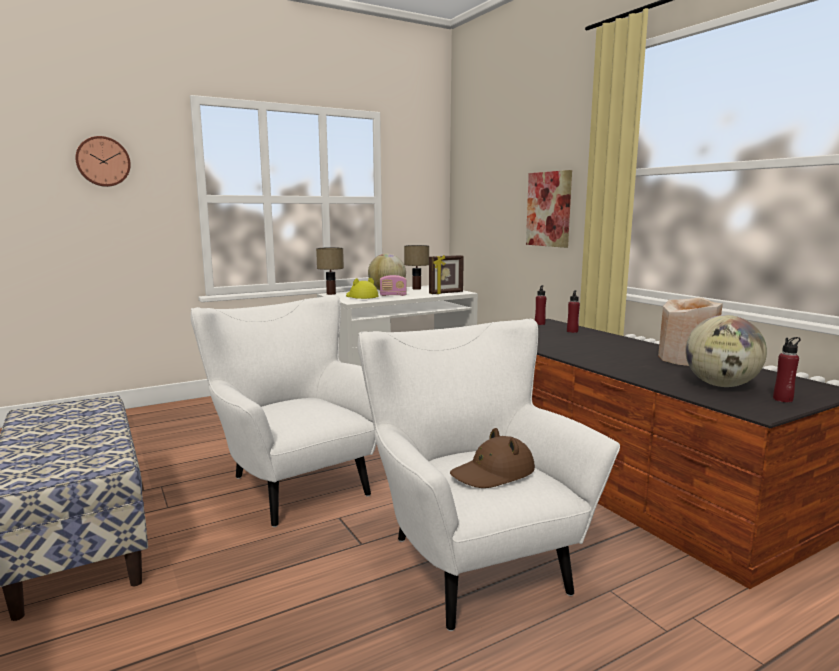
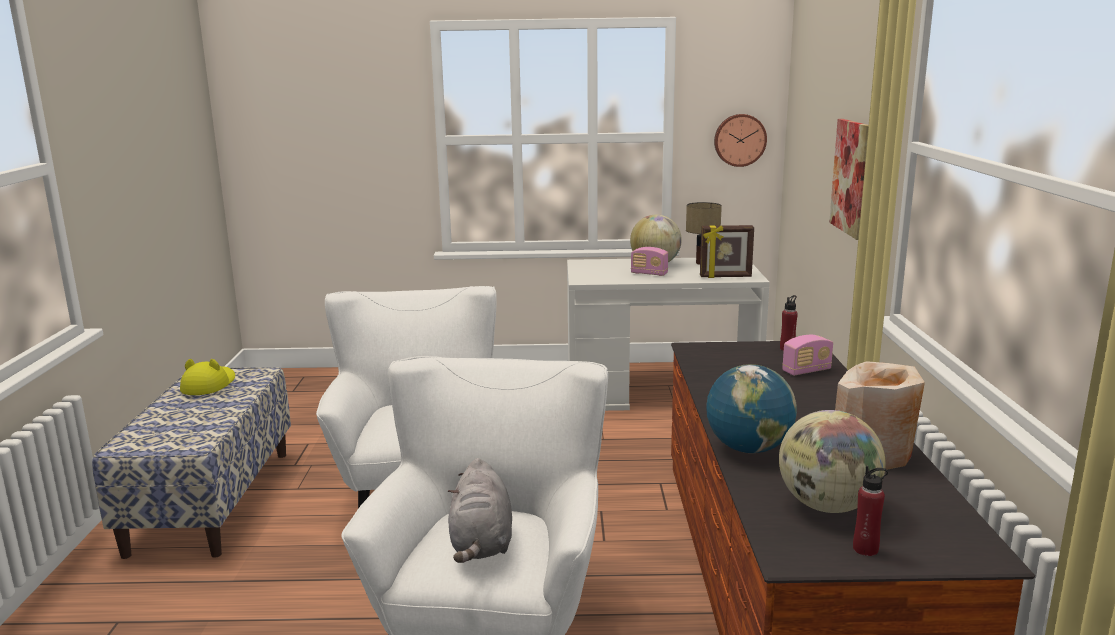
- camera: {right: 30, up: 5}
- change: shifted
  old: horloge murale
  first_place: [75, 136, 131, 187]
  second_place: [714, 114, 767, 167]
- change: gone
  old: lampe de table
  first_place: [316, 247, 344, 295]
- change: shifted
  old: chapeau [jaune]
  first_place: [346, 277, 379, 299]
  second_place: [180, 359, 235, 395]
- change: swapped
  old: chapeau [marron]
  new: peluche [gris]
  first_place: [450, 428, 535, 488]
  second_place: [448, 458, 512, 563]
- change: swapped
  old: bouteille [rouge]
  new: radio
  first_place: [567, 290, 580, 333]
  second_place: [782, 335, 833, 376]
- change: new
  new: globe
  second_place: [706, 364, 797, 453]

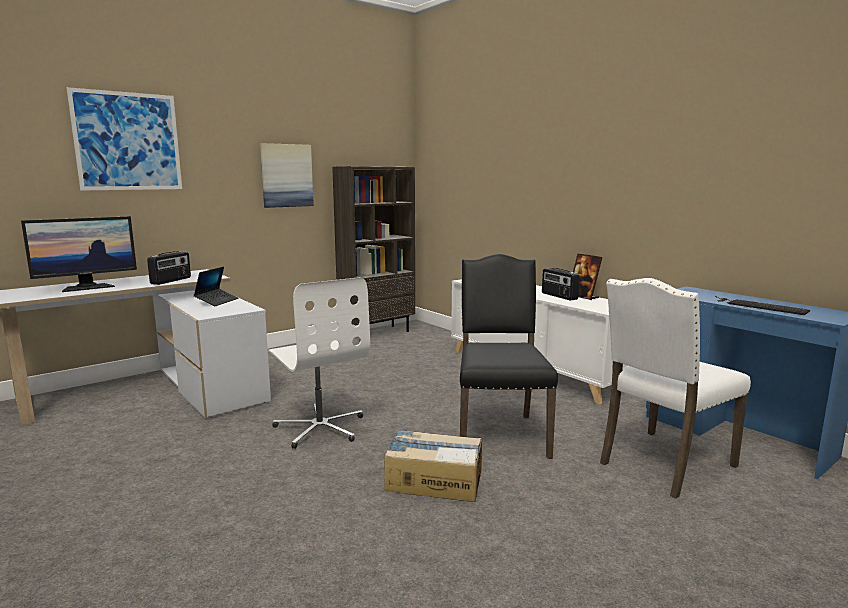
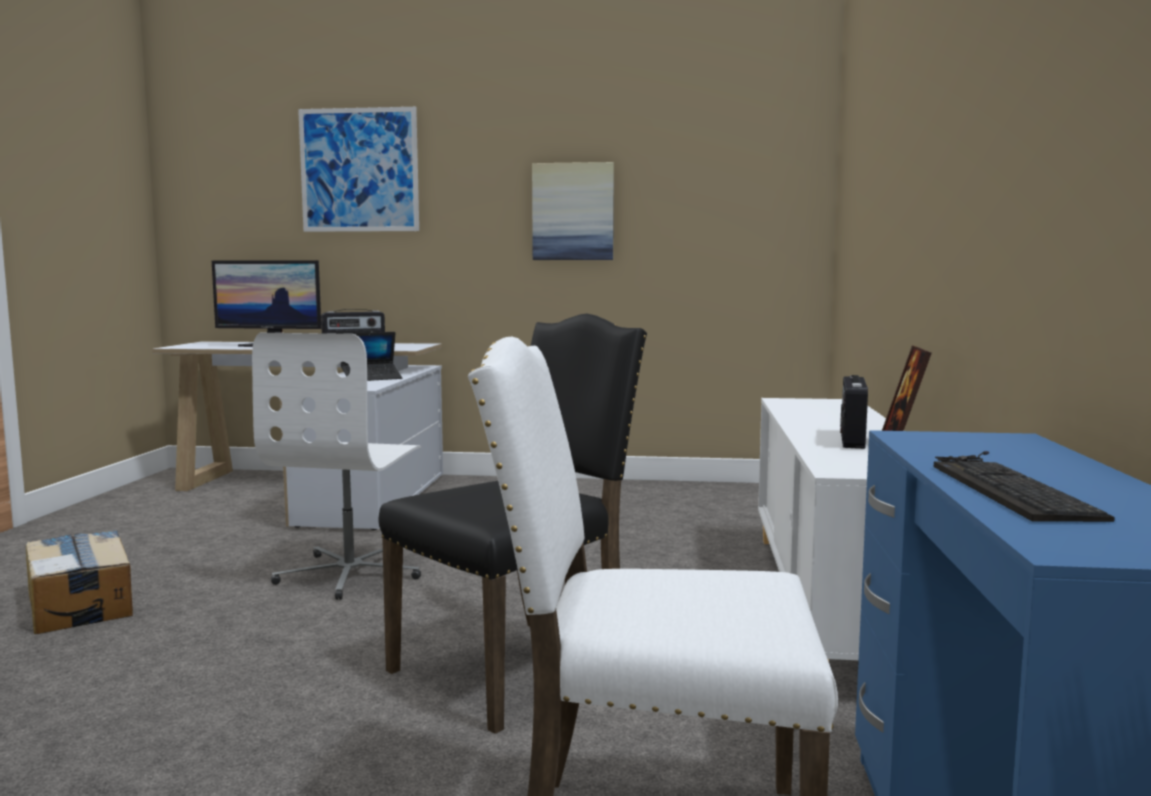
- camera: {right: 45, up: -5}
- change: gone
  old: bibliothèque [marron]
  first_place: [332, 166, 415, 332]
- change: shifted
  old: carton
  first_place: [384, 429, 482, 502]
  second_place: [26, 530, 133, 634]

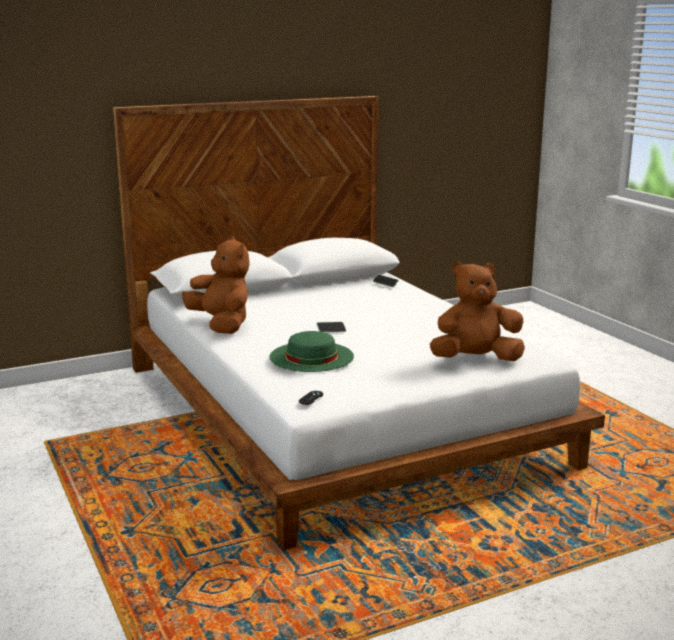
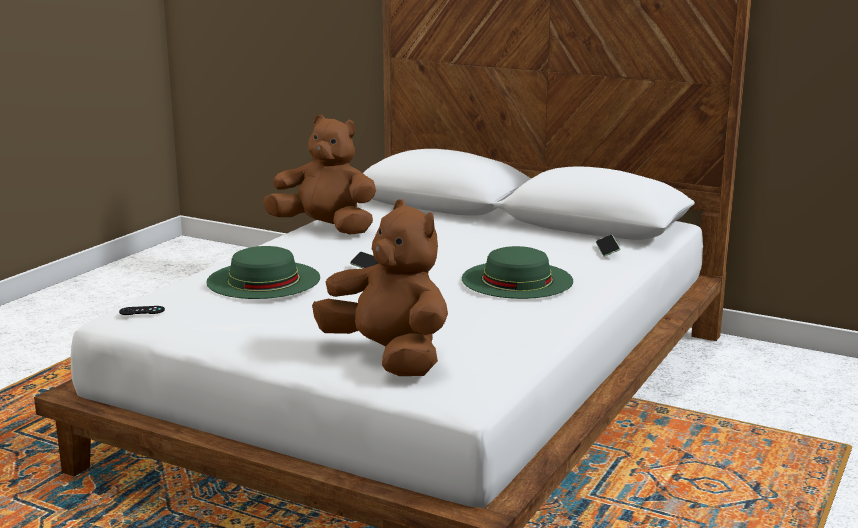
- camera: {right: 55, up: 0}
- change: rotated
  old: peluche [marron]
  first_place: [182, 236, 250, 334]
  second_place: [263, 115, 376, 234]
  degrees: -90
- change: new
  new: chapeau [vert]
  second_place: [462, 246, 573, 299]

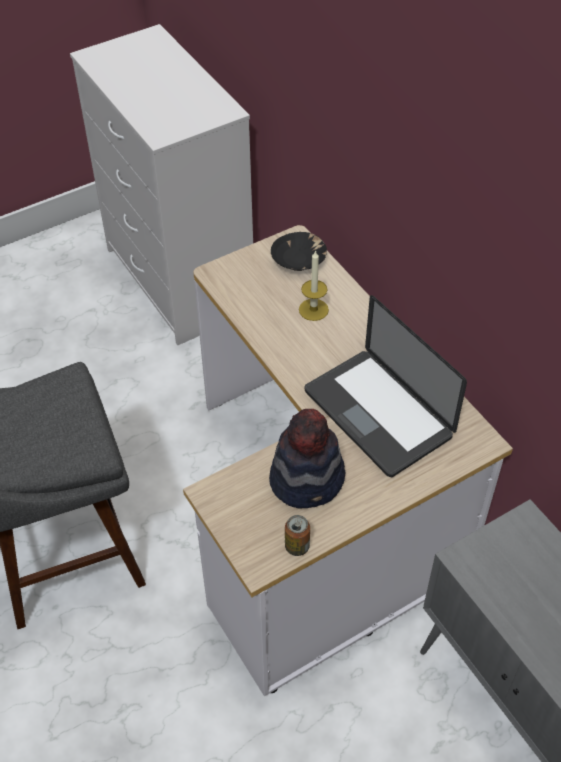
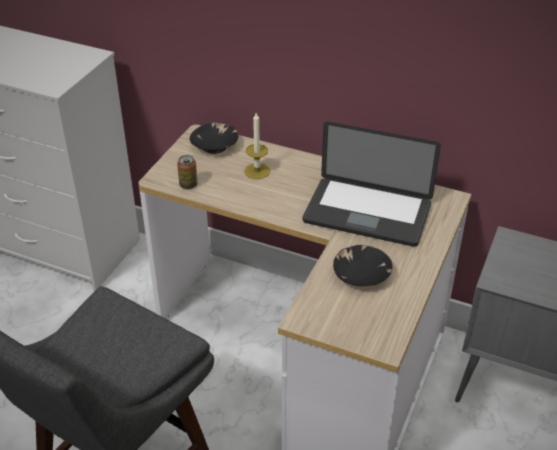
- camera: {right: -35, up: -10}
- change: swapped
  old: chapeau
  new: bol [noir]
  first_place: [269, 409, 345, 508]
  second_place: [333, 245, 393, 286]
- change: shifted
  old: boîte métallique
  first_place: [285, 515, 310, 556]
  second_place: [177, 155, 198, 189]

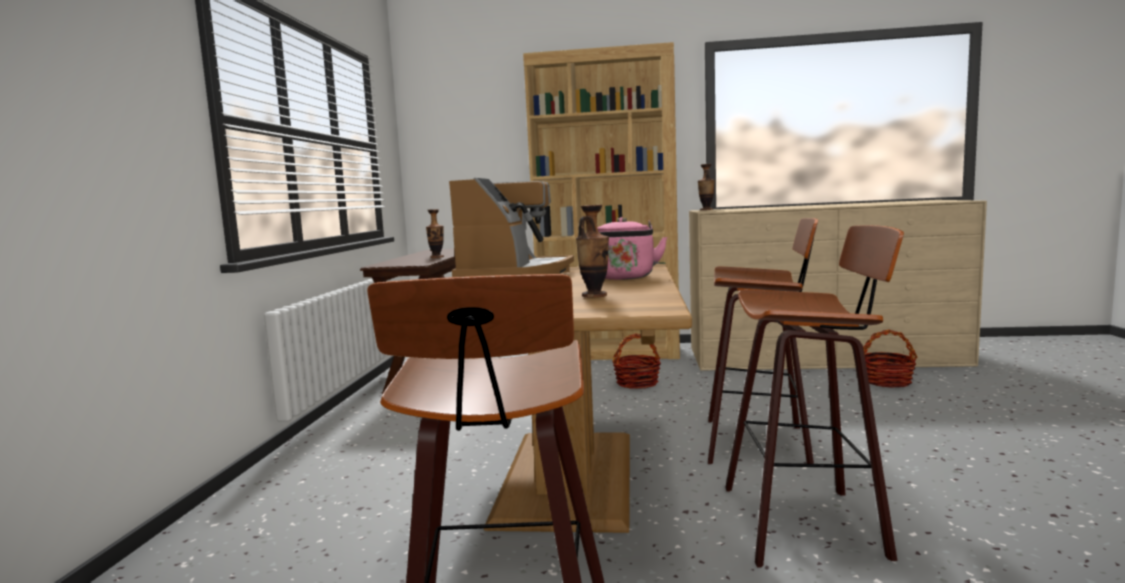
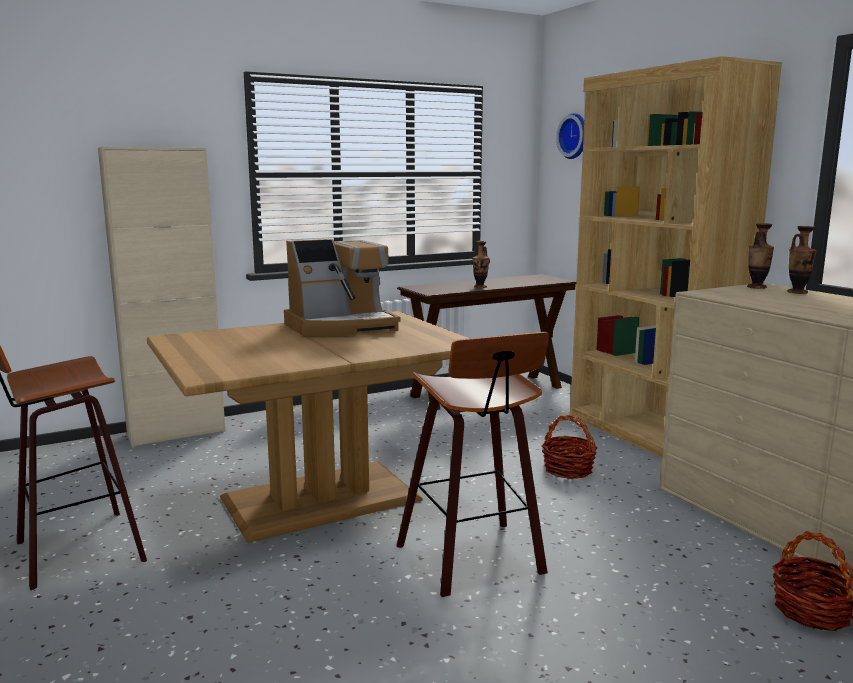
- camera: {right: 55, up: 5}
- change: shifted
  old: vase
  first_place: [576, 205, 609, 298]
  second_place: [787, 226, 817, 294]
- change: gone
  old: bouilloire [rose]
  first_place: [597, 217, 667, 280]
- change: gone
  old: tabouret
  first_place: [725, 225, 904, 568]
- change: new
  new: meuble de rangement [beige]
  second_place: [98, 147, 226, 447]
- change: new
  new: horloge murale
  second_place: [556, 113, 584, 159]

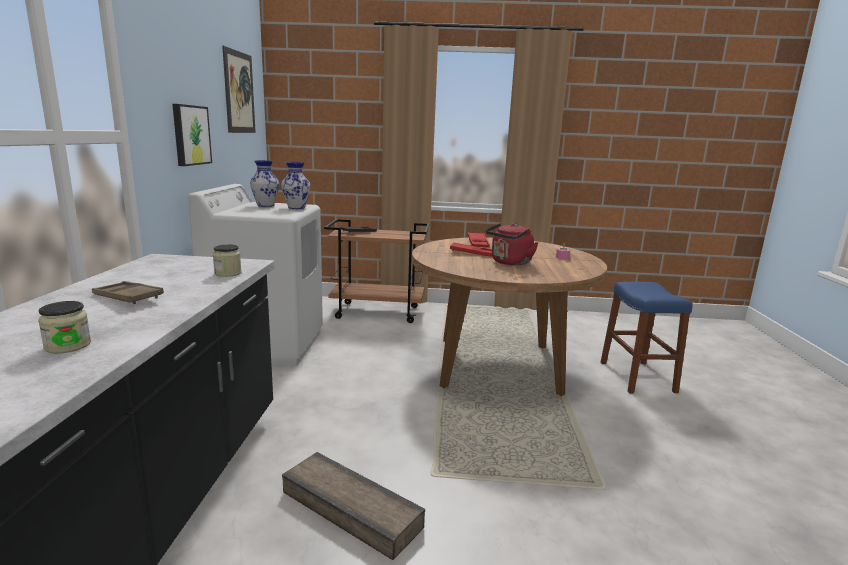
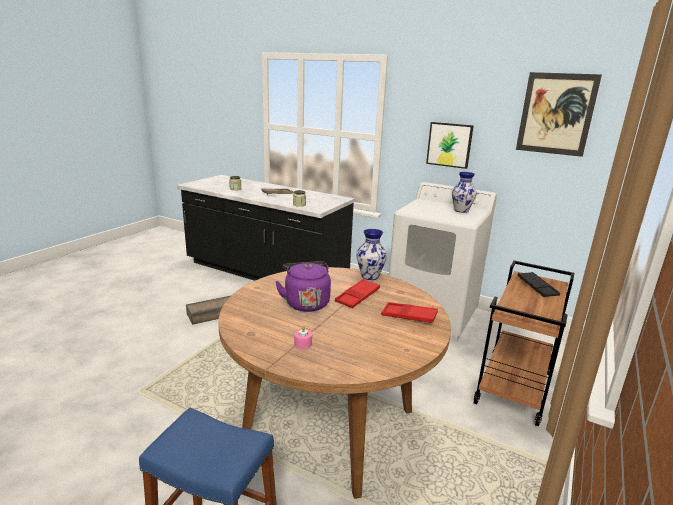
- camera: {right: 115, up: 5}
- change: shifted
  old: vase
  first_place: [281, 162, 310, 209]
  second_place: [356, 229, 387, 280]
- change: repainted
  old: bouilloire [rouge]
  new: bouilloire [violet]
  first_place: [485, 223, 538, 266]
  second_place: [275, 261, 331, 312]

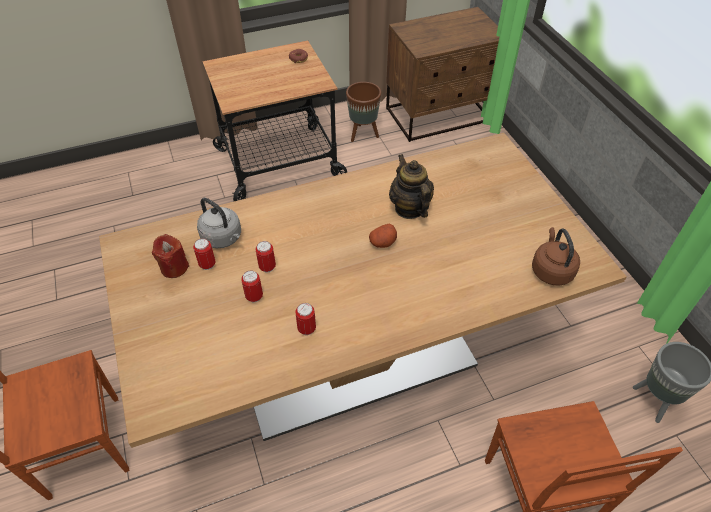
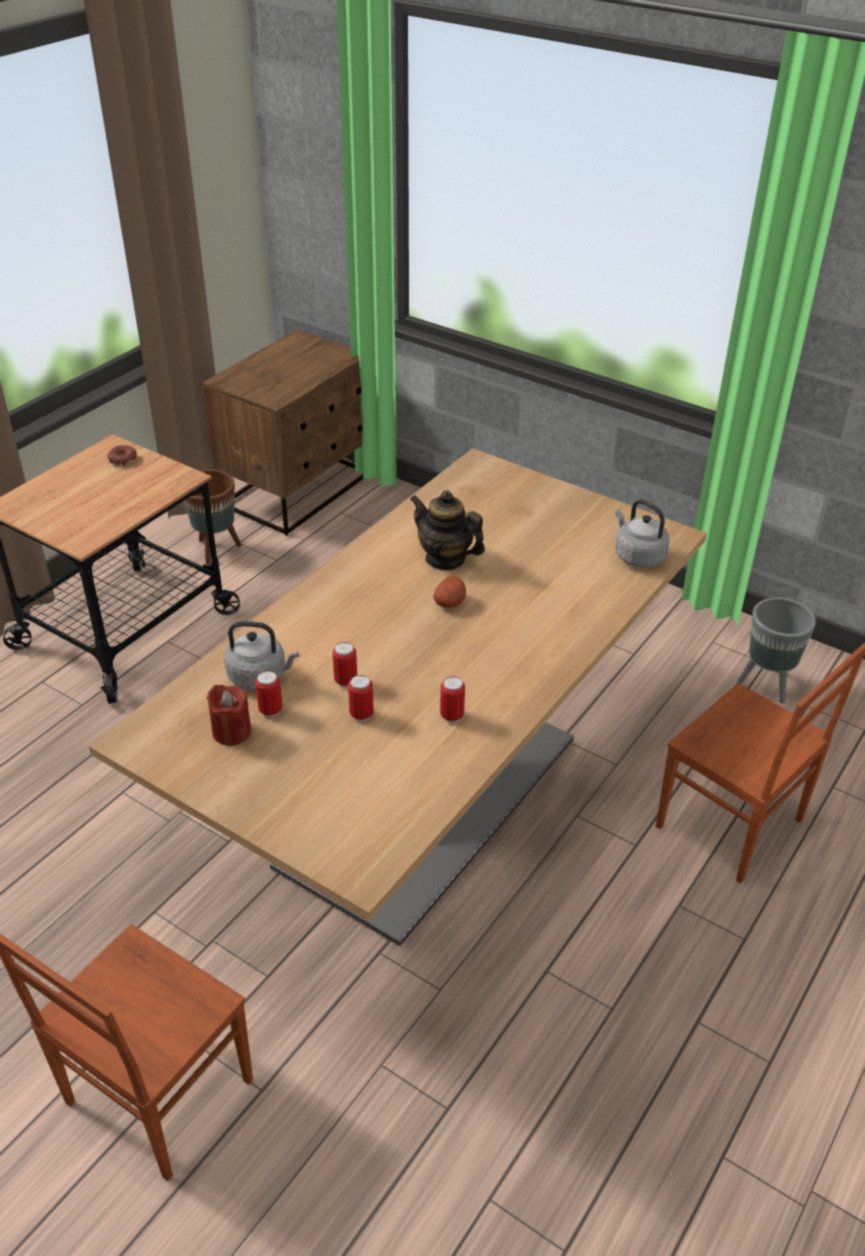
- camera: {right: -35, up: -10}
- change: repainted
  old: bouilloire [marron]
  new: bouilloire [gris]
  first_place: [532, 227, 580, 286]
  second_place: [615, 499, 670, 568]

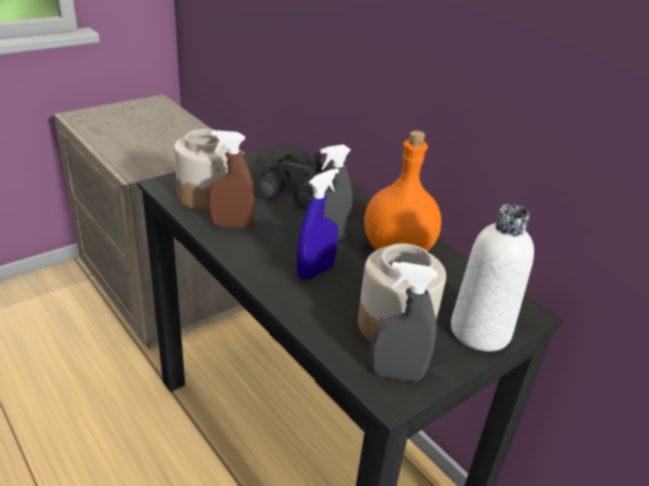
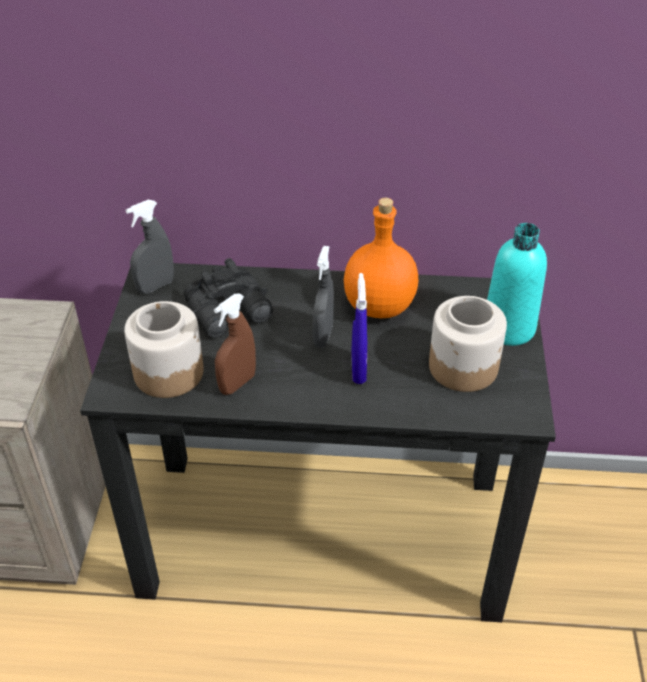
- camera: {right: -45, up: 10}
- change: shifted
  old: vaporisateur [gris]
  first_place: [370, 262, 437, 381]
  second_place: [126, 200, 174, 294]
- change: repainted
  old: bouteille [blanc]
  new: bouteille [turquoise]
  first_place: [451, 204, 534, 351]
  second_place: [487, 223, 547, 346]

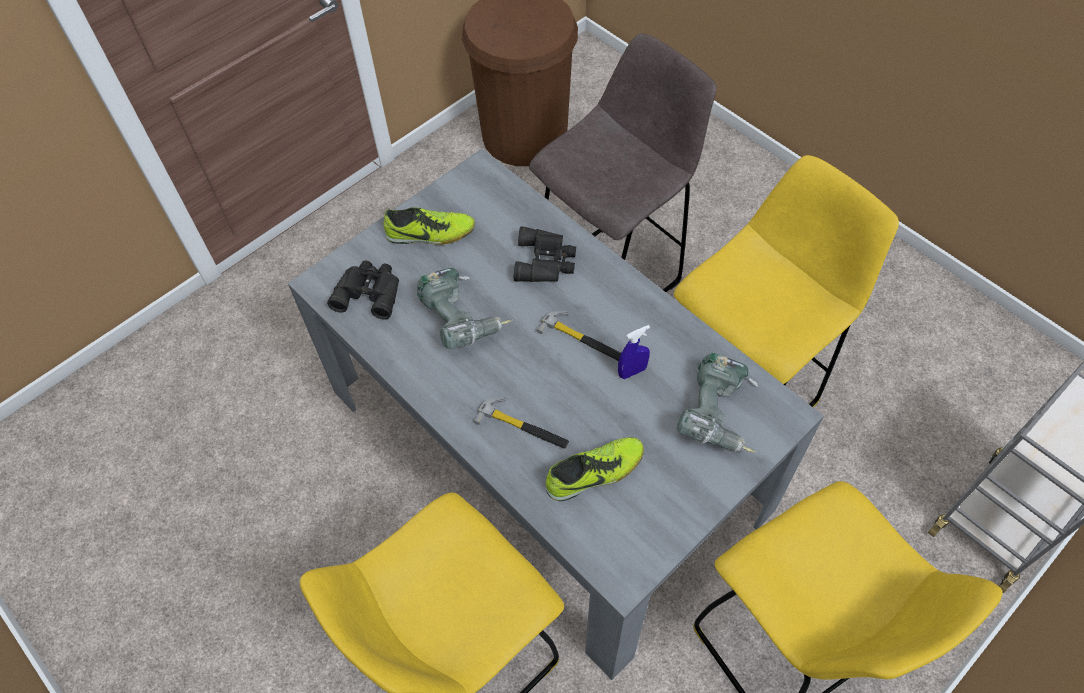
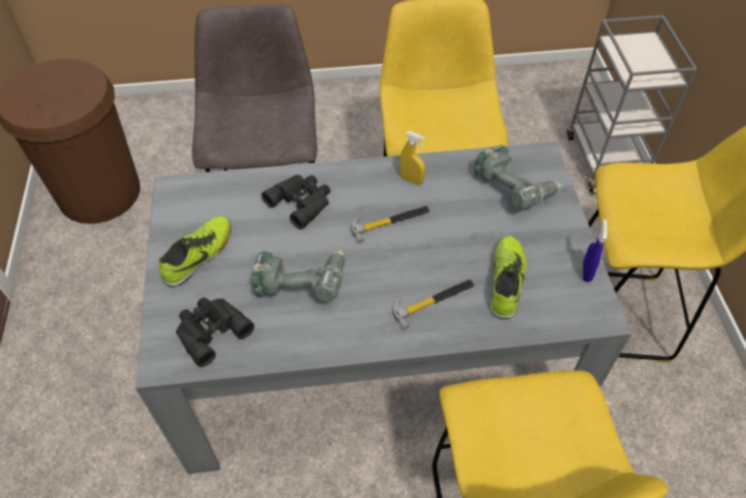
- camera: {right: -55, up: -5}
- change: shifted
  old: vaporisateur [bleu]
  first_place: [618, 325, 650, 379]
  second_place: [583, 219, 607, 282]
- change: new
  new: vaporisateur [jaune]
  second_place: [399, 131, 425, 185]

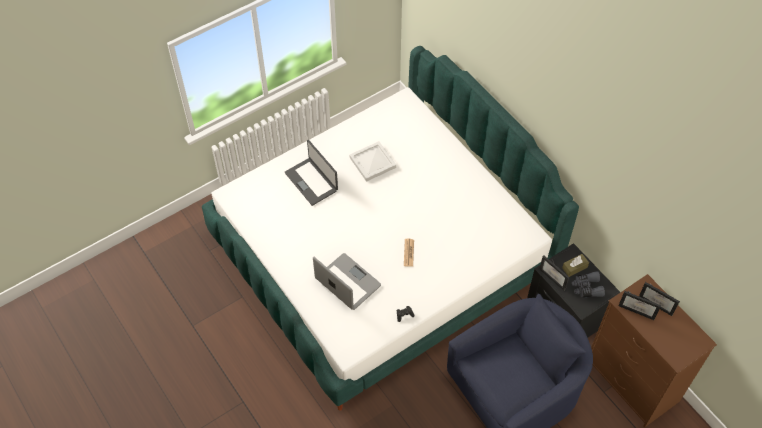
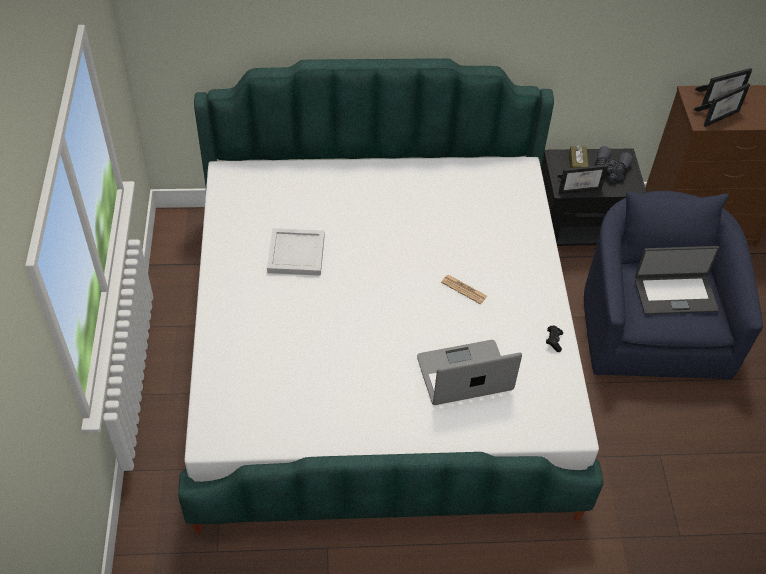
- camera: {right: -60, up: -5}
- change: shifted
  old: ordinateur portable
  first_place: [285, 140, 338, 206]
  second_place: [635, 246, 719, 314]

